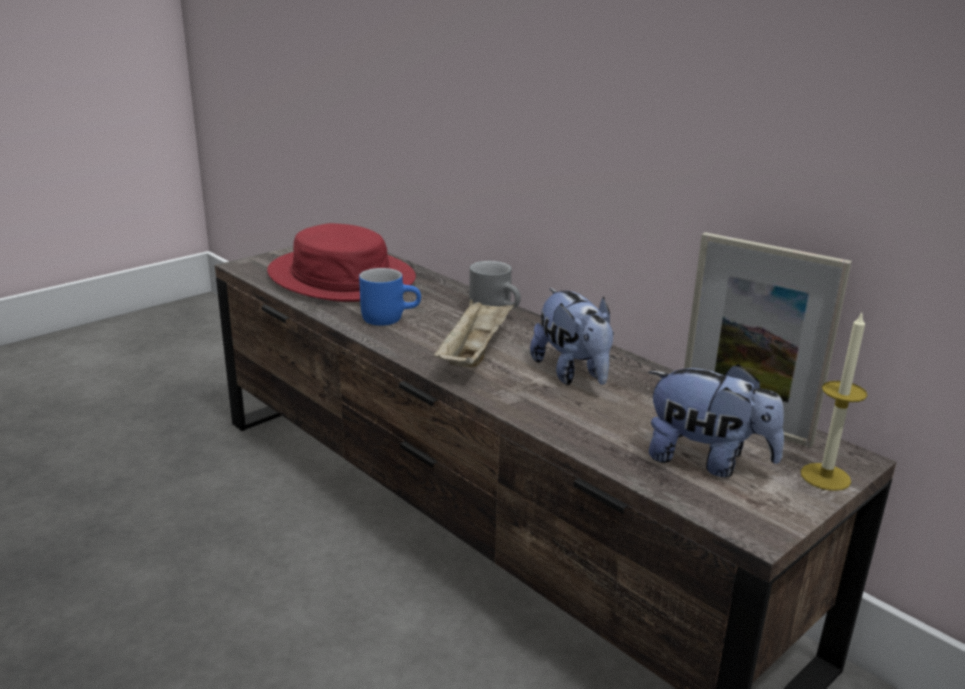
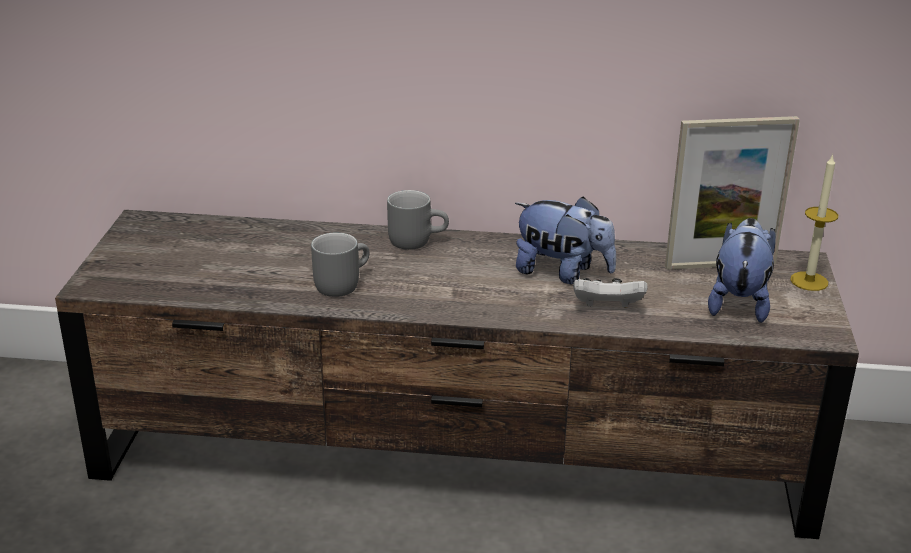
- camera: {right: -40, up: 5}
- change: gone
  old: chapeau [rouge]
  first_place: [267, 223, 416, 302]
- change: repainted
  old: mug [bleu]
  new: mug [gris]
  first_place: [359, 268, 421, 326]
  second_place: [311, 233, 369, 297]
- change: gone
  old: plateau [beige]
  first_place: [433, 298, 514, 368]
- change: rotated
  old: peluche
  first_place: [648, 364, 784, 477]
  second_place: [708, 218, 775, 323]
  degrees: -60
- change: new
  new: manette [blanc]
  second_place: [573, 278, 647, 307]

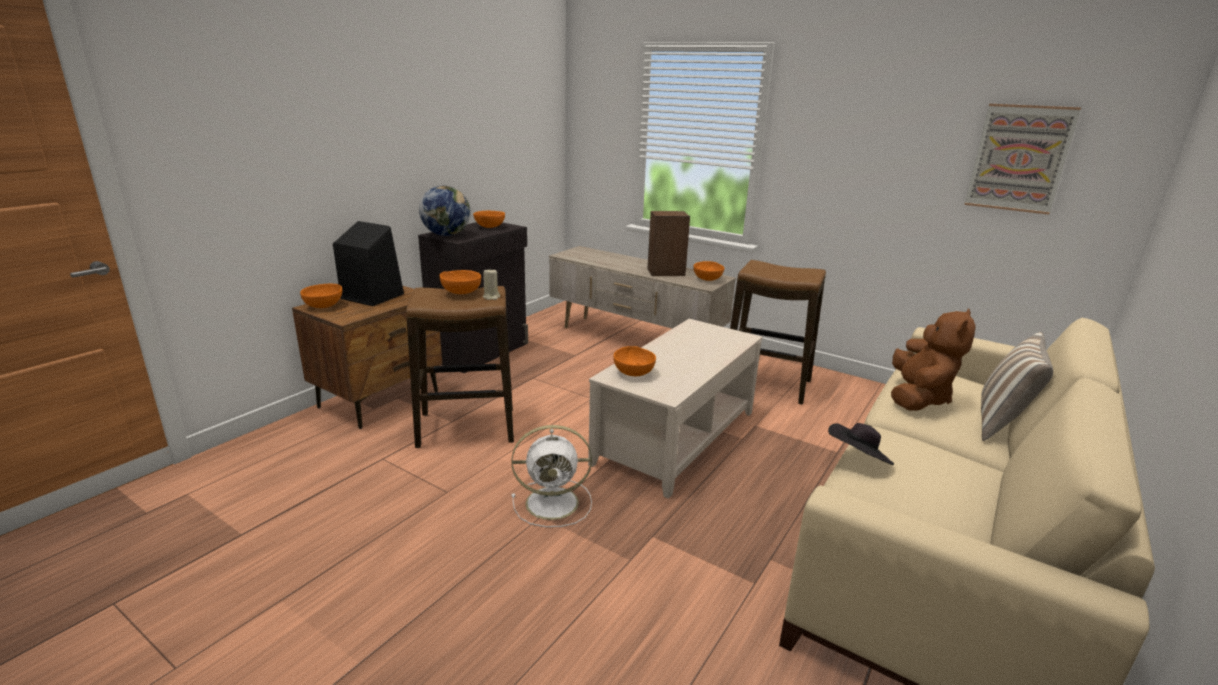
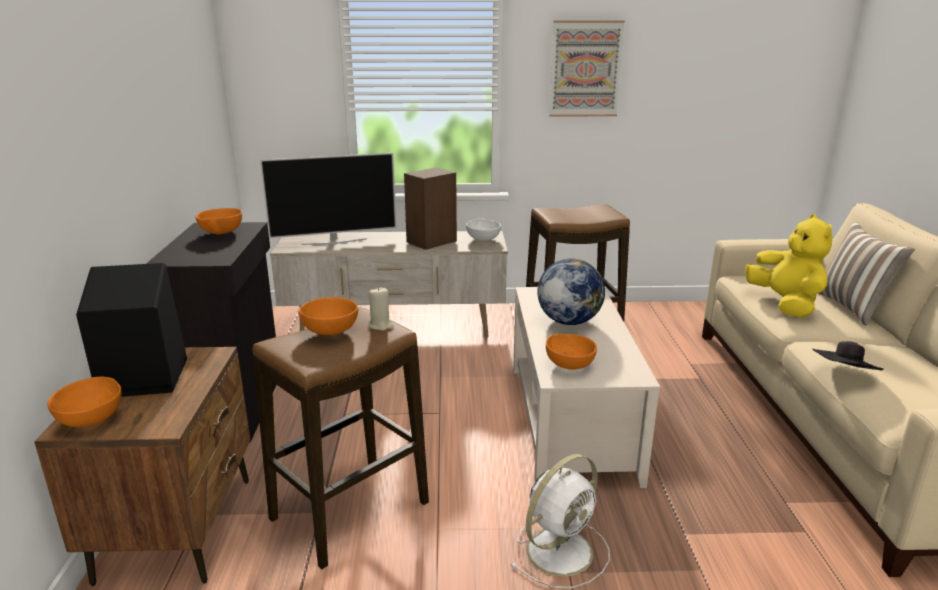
- camera: {right: -35, up: 0}
- change: shifted
  old: globe
  first_place: [419, 186, 470, 236]
  second_place: [537, 258, 605, 325]
- change: repainted
  old: bol [orange]
  new: bol [blanc]
  first_place: [694, 261, 724, 281]
  second_place: [466, 218, 501, 241]
- change: repainted
  old: peluche [marron]
  new: peluche [jaune]
  first_place: [891, 309, 976, 411]
  second_place: [745, 214, 833, 318]
- change: shifted
  old: tableau
  first_place: [964, 104, 1081, 215]
  second_place: [549, 20, 625, 117]
- change: new
  new: téléviseur
  second_place: [260, 153, 397, 245]

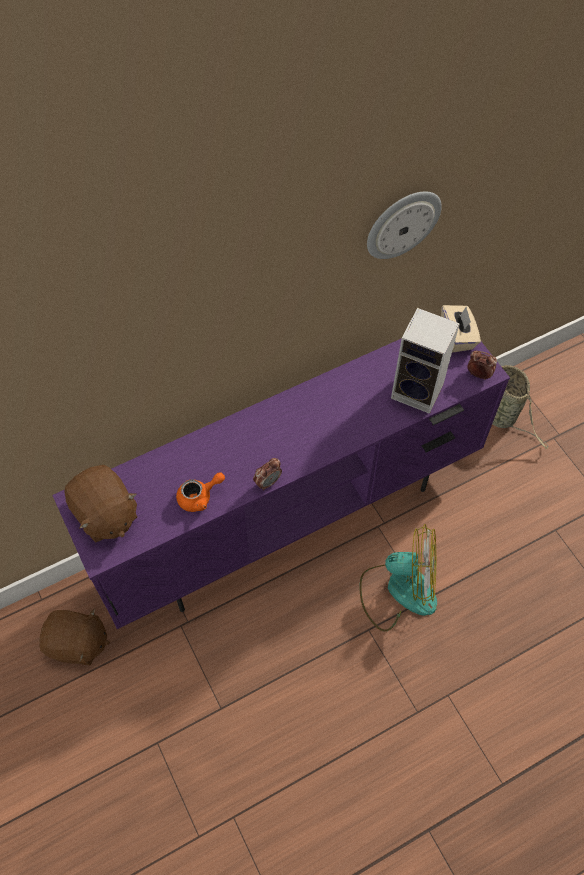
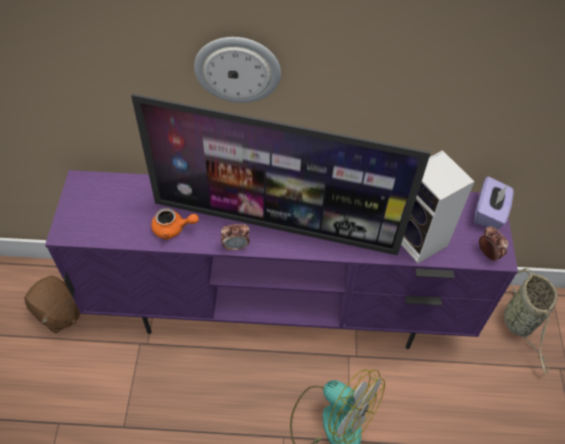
- camera: {right: 30, up: -5}
- change: gone
  old: peluche [marron]
  first_place: [64, 465, 137, 543]
- change: shifted
  old: horloge murale
  first_place: [367, 191, 442, 259]
  second_place: [194, 37, 281, 103]
- change: repainted
  old: boîte à mouchoirs [beige]
  new: boîte à mouchoirs [violet]
  first_place: [441, 305, 481, 353]
  second_place: [474, 176, 513, 229]
- change: new
  new: téléviseur
  second_place: [131, 94, 431, 255]

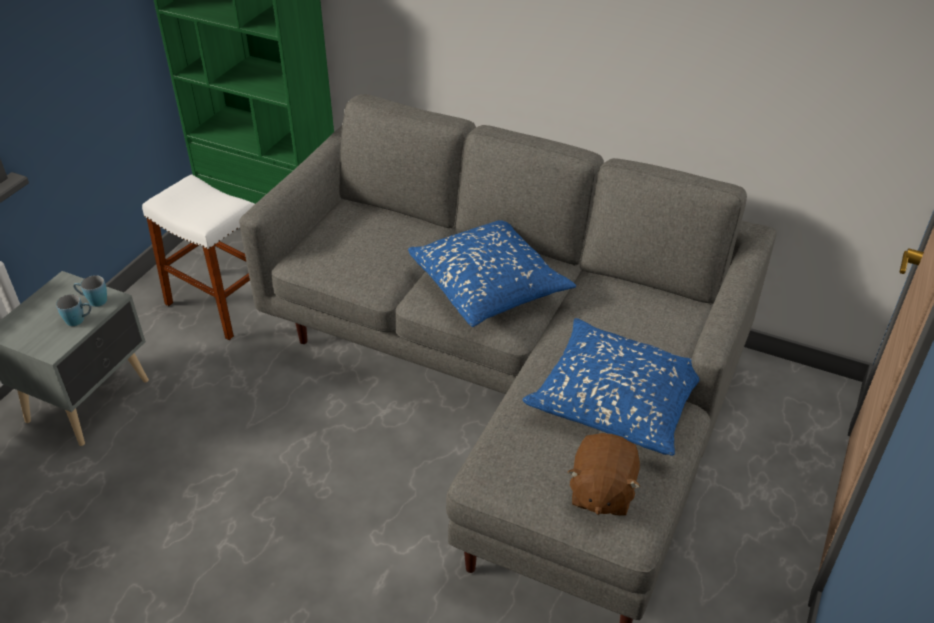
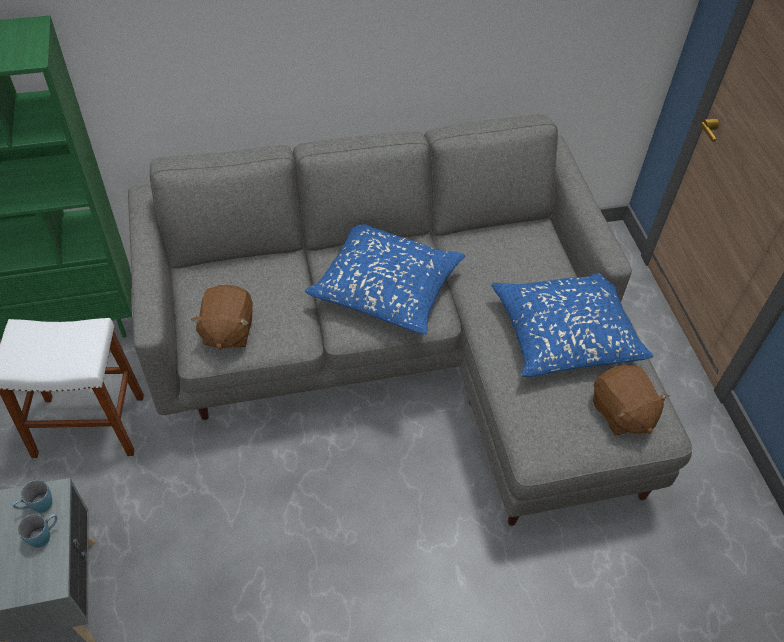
- camera: {right: -40, up: 10}
- change: new
  new: peluche [marron]
  second_place: [191, 285, 253, 350]

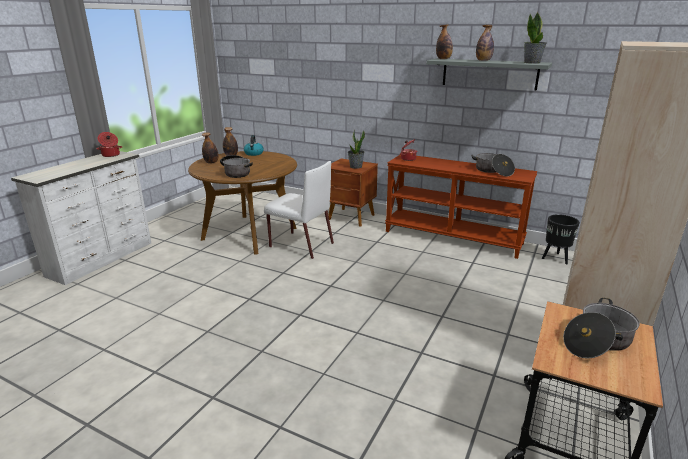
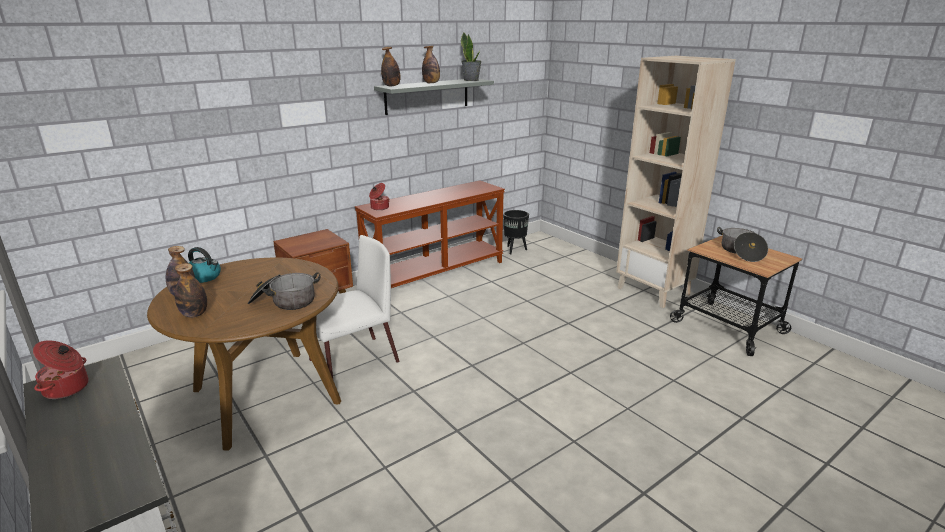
- camera: {right: -65, up: 0}
- change: gone
  old: plante en pot
  first_place: [348, 130, 365, 169]
- change: gone
  old: marmite
  first_place: [471, 153, 515, 176]

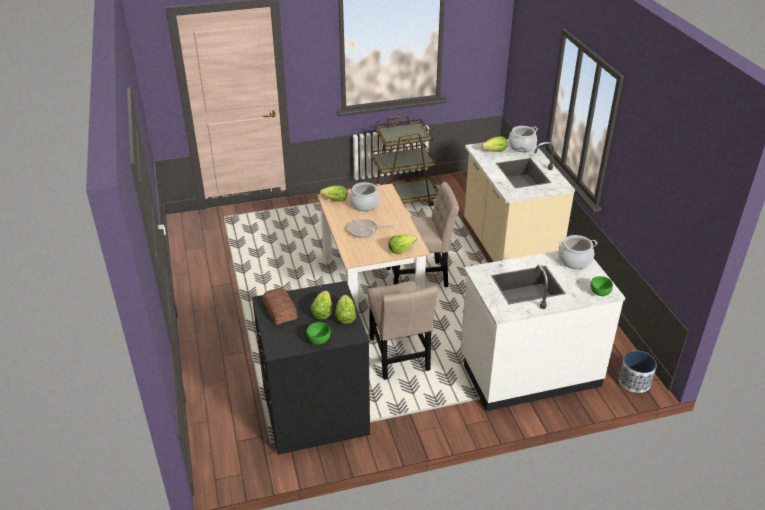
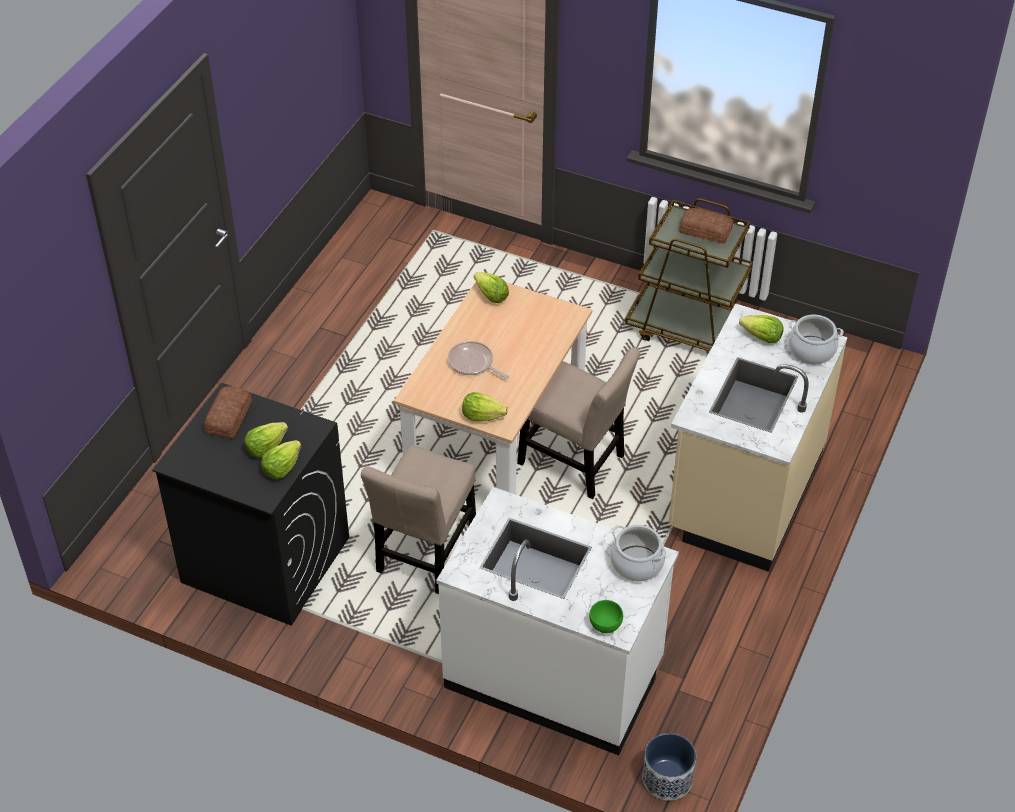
- camera: {right: 40, up: 10}
- change: gone
  old: bol [vert]
  first_place: [306, 322, 331, 345]
- change: gone
  old: marmite
  first_place: [348, 182, 381, 211]
- change: new
  new: pain
  second_place: [679, 208, 733, 244]

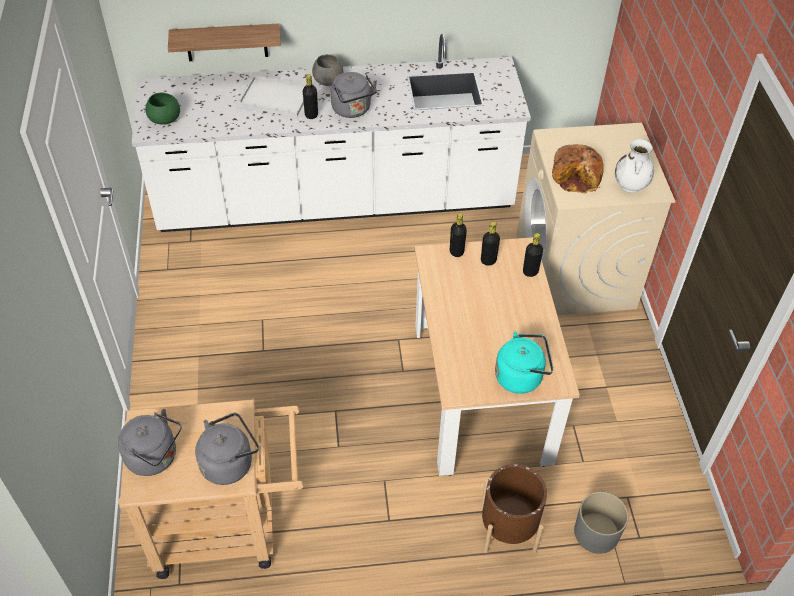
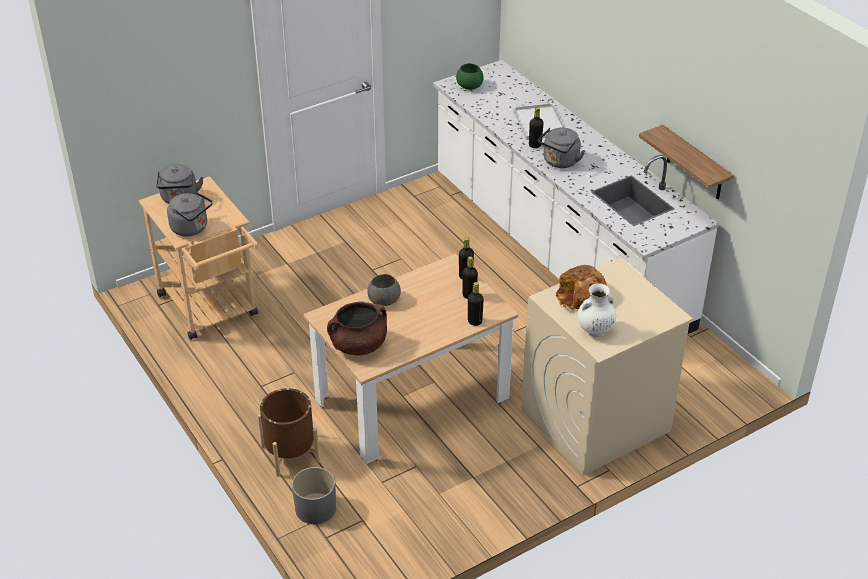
- camera: {right: 65, up: -10}
- change: shifted
  old: étagère
  first_place: [168, 24, 281, 61]
  second_place: [639, 125, 734, 199]
- change: shifted
  old: bol [gris]
  first_place: [312, 54, 343, 86]
  second_place: [367, 274, 401, 306]
- change: swapped
  old: bouilloire [turquoise]
  new: marmite [marron]
  first_place: [495, 332, 553, 394]
  second_place: [327, 301, 387, 356]

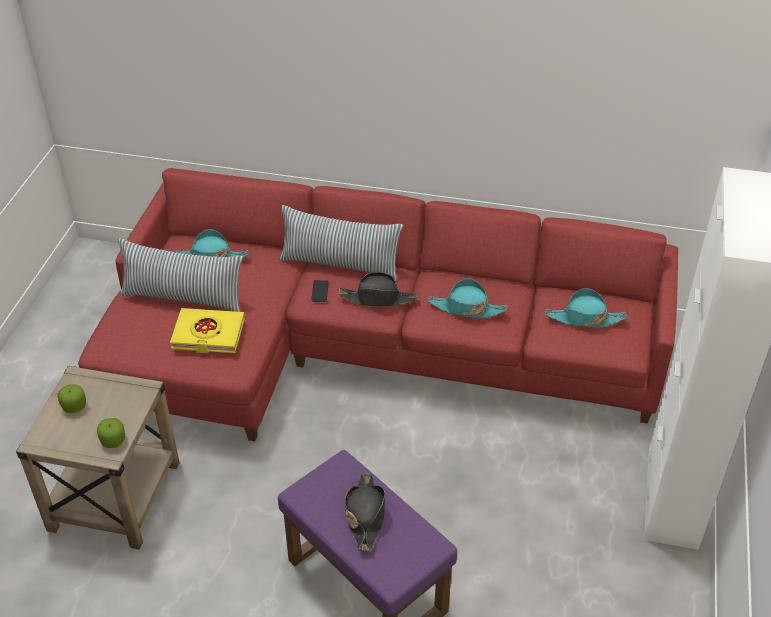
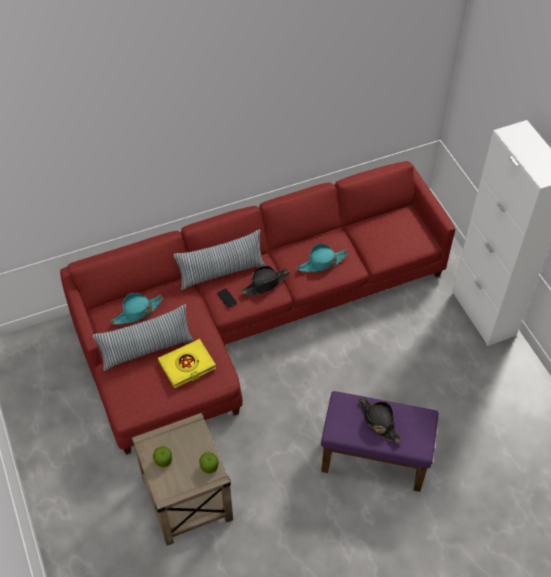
- camera: {right: -35, up: 10}
- change: gone
  old: chapeau [turquoise]
  first_place: [545, 288, 627, 328]

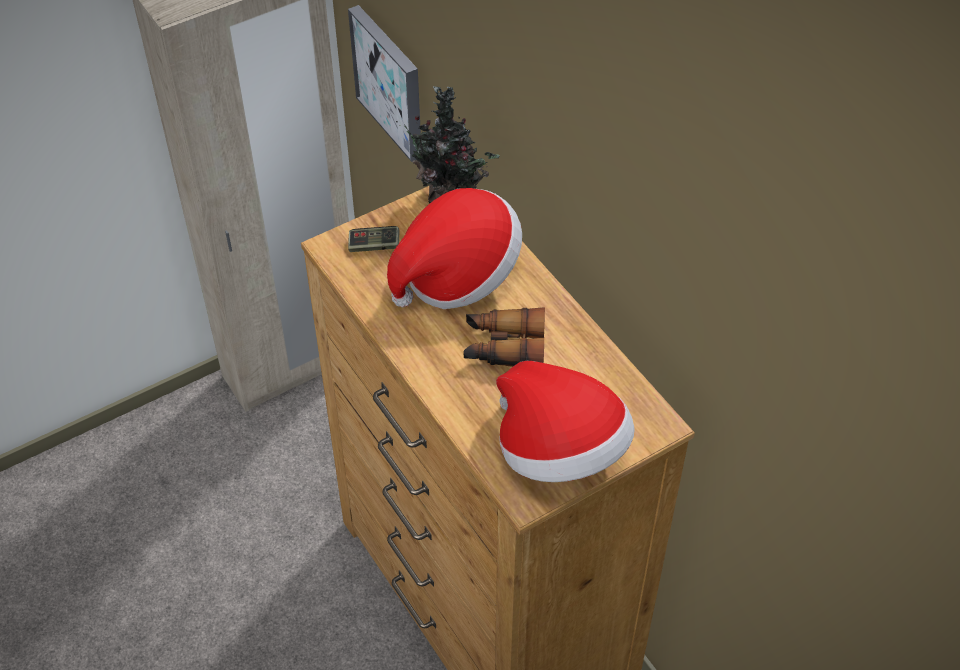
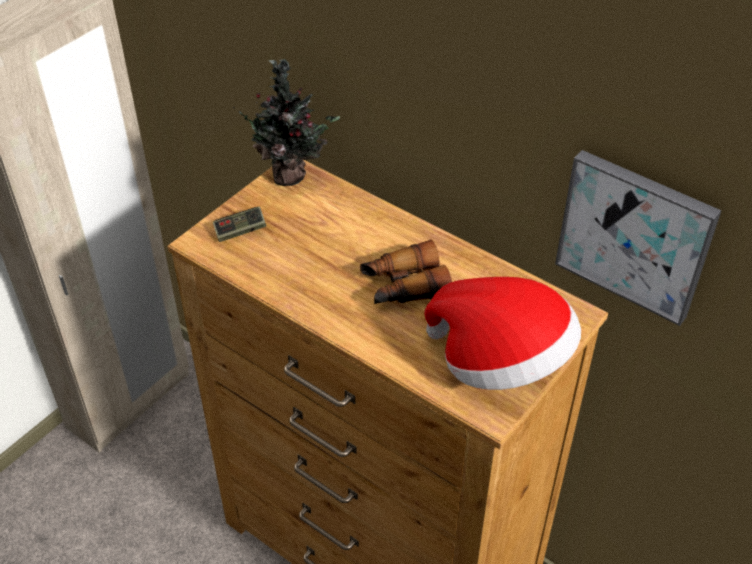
- camera: {right: -20, up: -5}
- change: shifted
  old: tableau
  first_place: [348, 5, 421, 162]
  second_place: [555, 150, 722, 326]
- change: gone
  old: chapeau
  first_place: [387, 188, 522, 309]

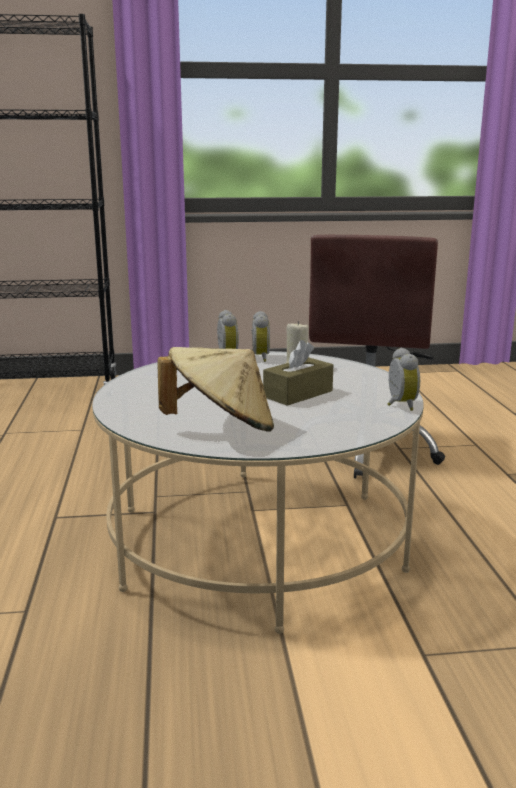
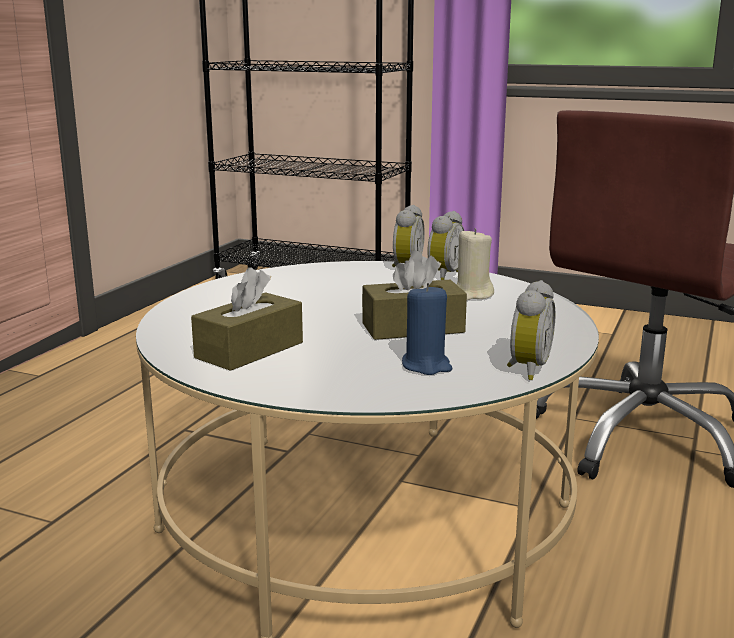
- camera: {right: 30, up: 0}
- change: swapped
  old: chapeau [beige]
  new: boîte à mouchoirs [marron]
  first_place: [157, 347, 274, 432]
  second_place: [191, 267, 303, 371]
- change: new
  new: bougie [bleu]
  second_place: [402, 283, 453, 375]

